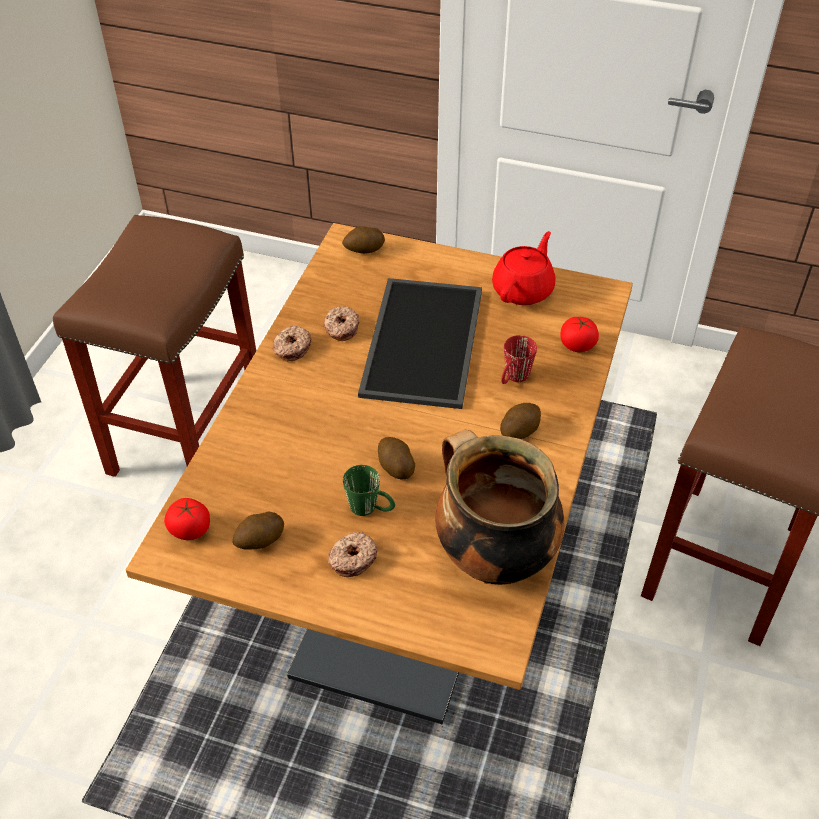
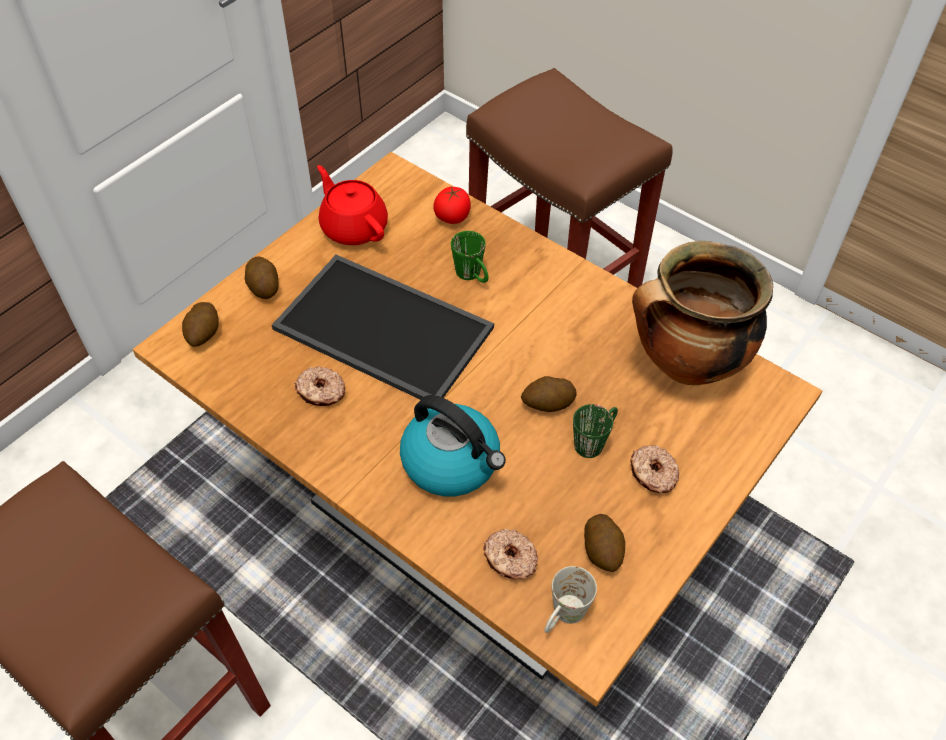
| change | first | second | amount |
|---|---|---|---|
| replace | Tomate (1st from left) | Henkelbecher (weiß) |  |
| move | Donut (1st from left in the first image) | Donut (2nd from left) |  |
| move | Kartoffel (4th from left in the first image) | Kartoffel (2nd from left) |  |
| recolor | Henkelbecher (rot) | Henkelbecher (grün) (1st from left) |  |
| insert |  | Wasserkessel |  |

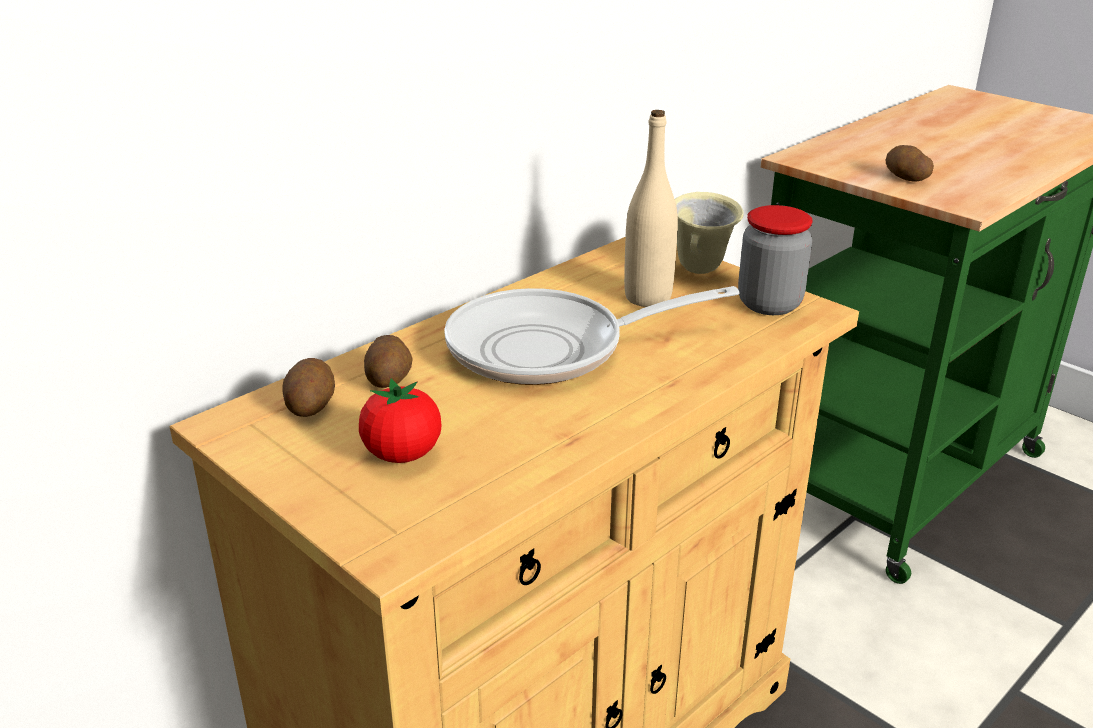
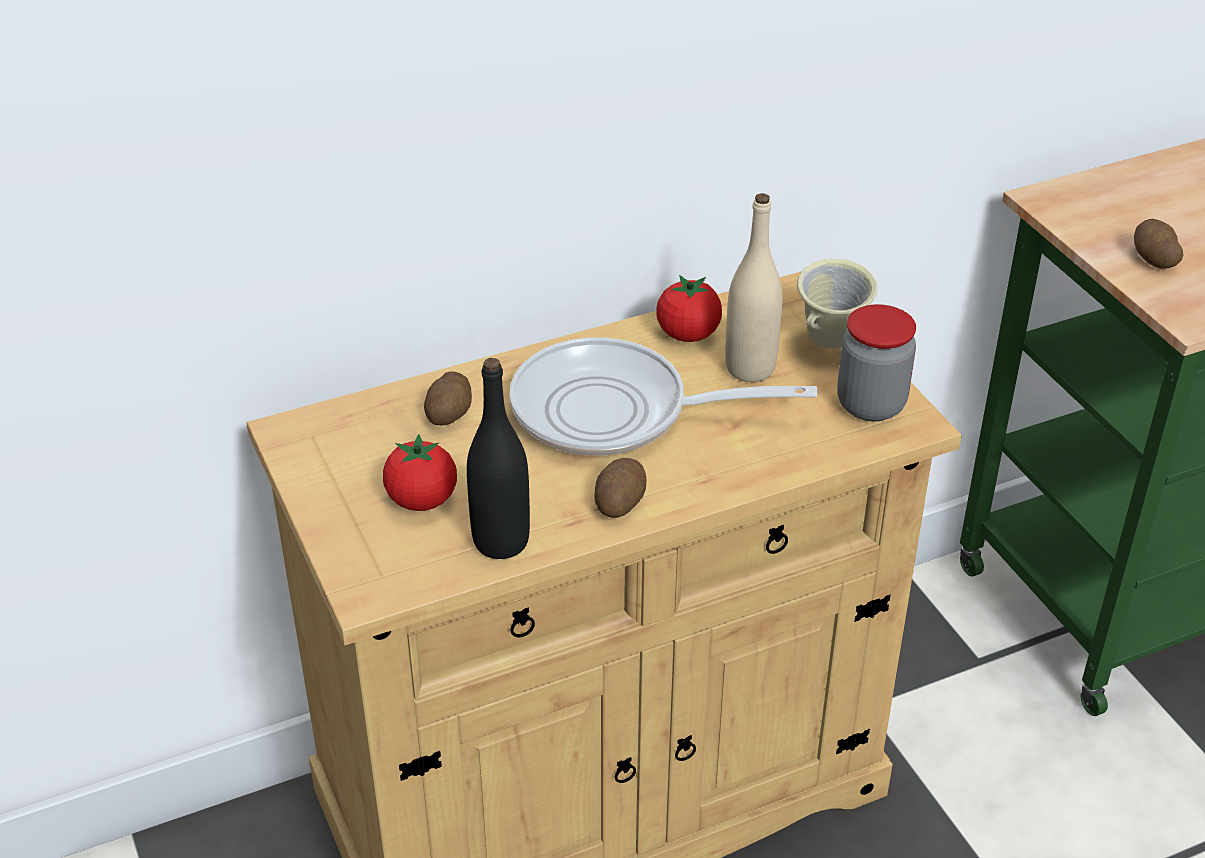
| change | first | second | amount |
|---|---|---|---|
| move | Kartoffel (1st from left in the first image) | Kartoffel (2nd from left) |  |
| insert |  | Flasche (schwarz) |  |
| insert |  | Tomate (2nd from left) |  |

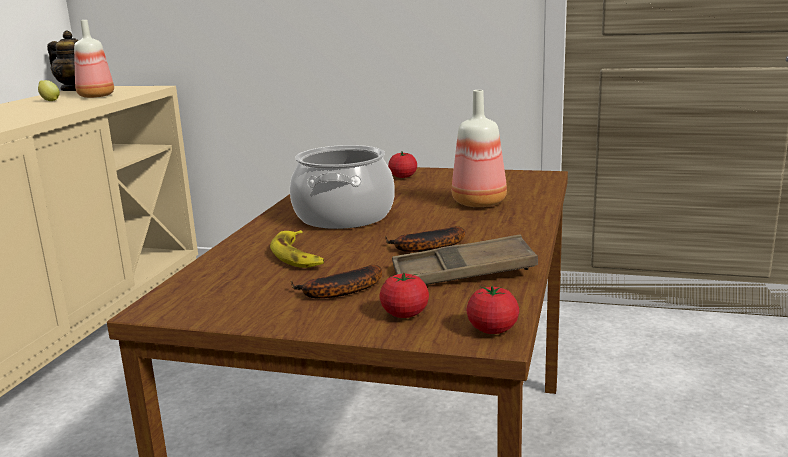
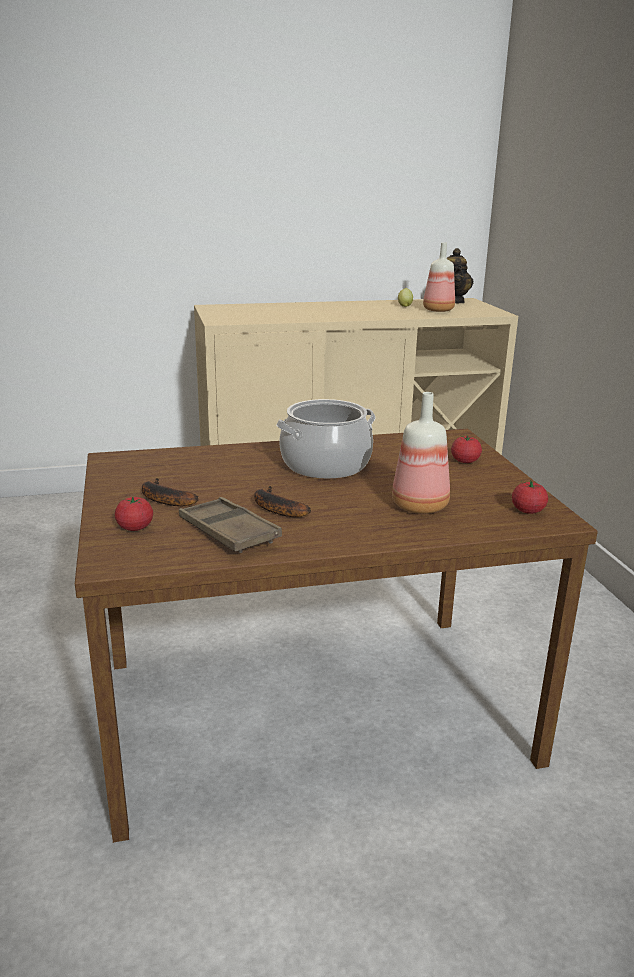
| change | first | second | amount |
|---|---|---|---|
| delete | Banane (1st from left) |  |  |
| move | Tomate (3rd from left) |  |  |

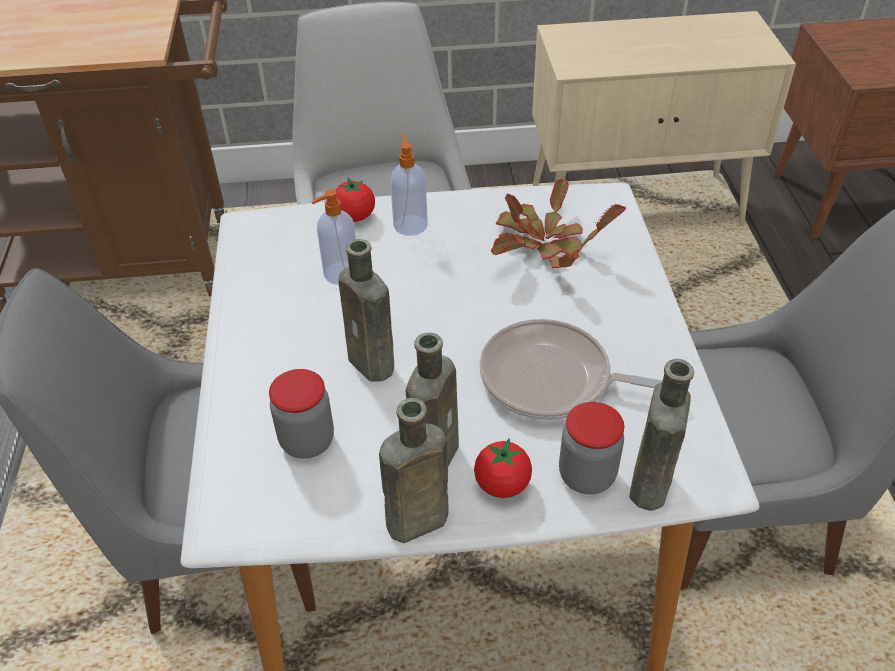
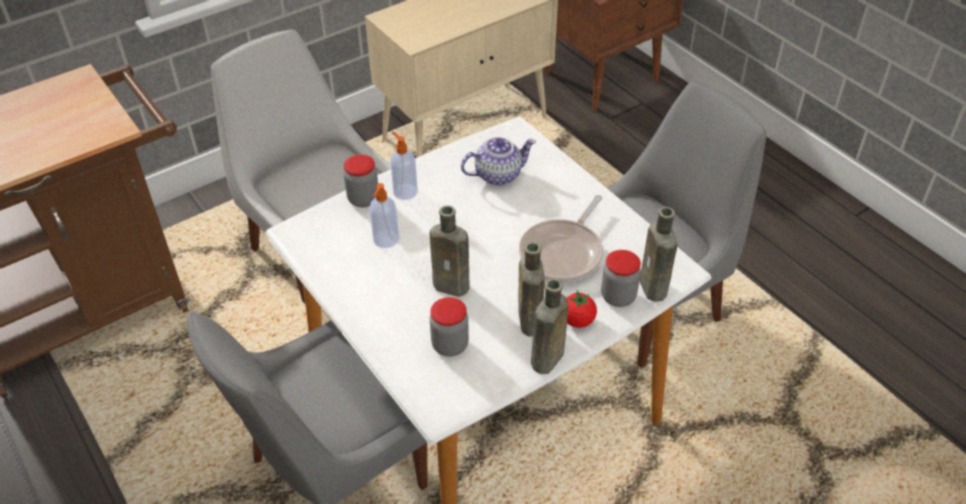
| change | first | second | amount |
|---|---|---|---|
| replace | Tomate (1st from left) | Vorratsglas (1st from left) |  |
| rotate | Pfanne |  | 45 degrees counterclockwise |
| replace | Topfpflanze | Teekanne |  |

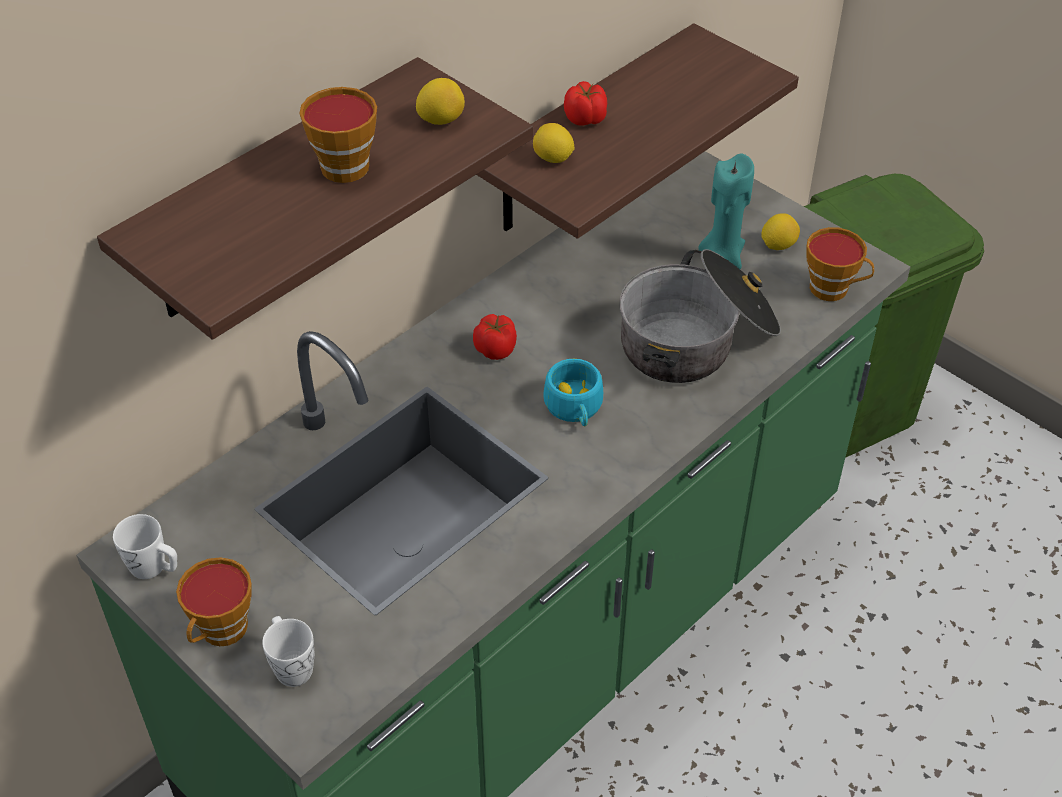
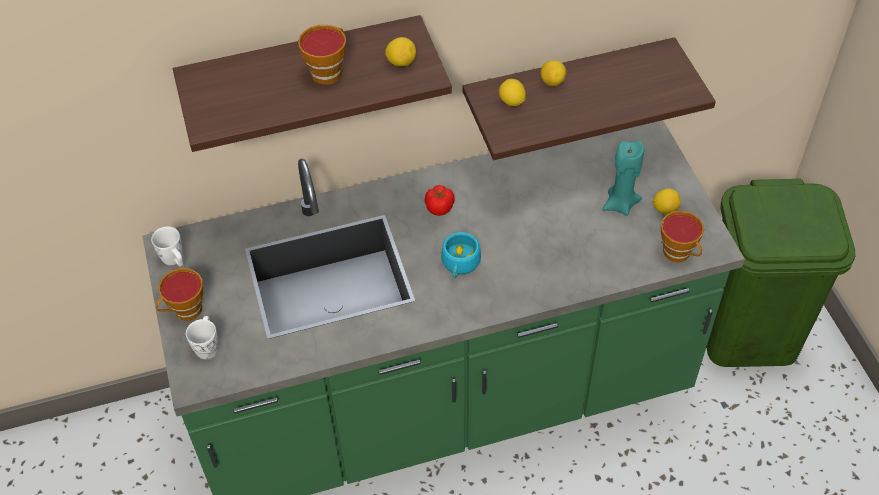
| change | first | second | amount |
|---|---|---|---|
| replace | Tomate (2nd from left) | Zitrone (3rd from left) |  |
| delete | Kochtopf |  |  |

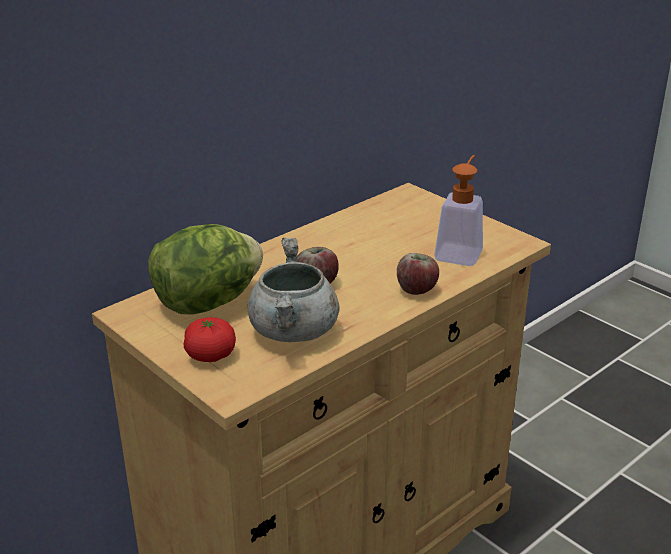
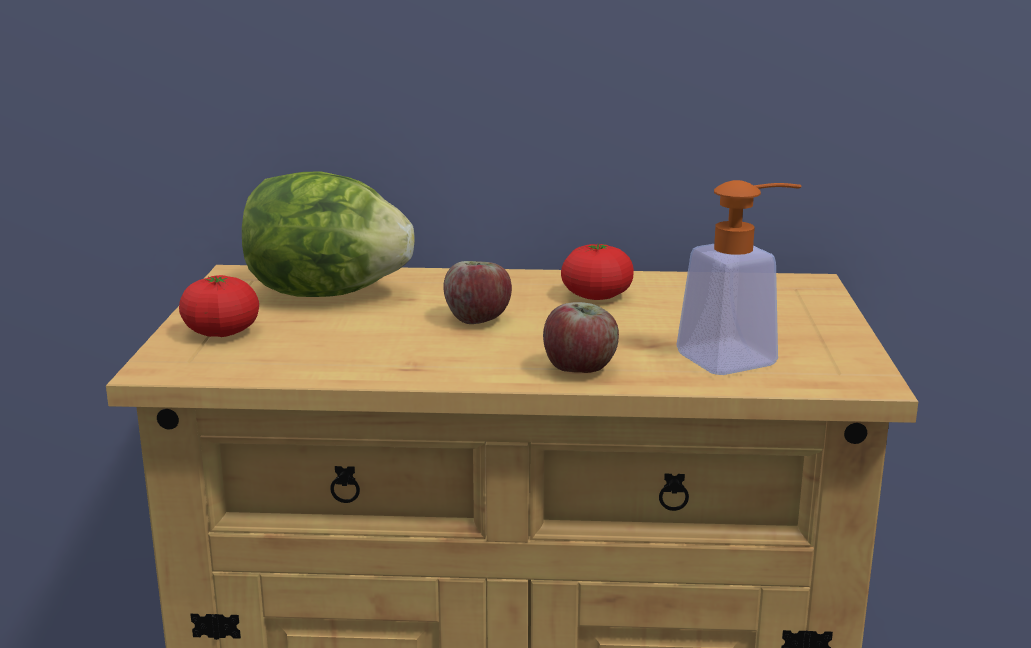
| change | first | second | amount |
|---|---|---|---|
| delete | Kochtopf (grau) |  |  |
| insert |  | Tomate (2nd from left) |  |

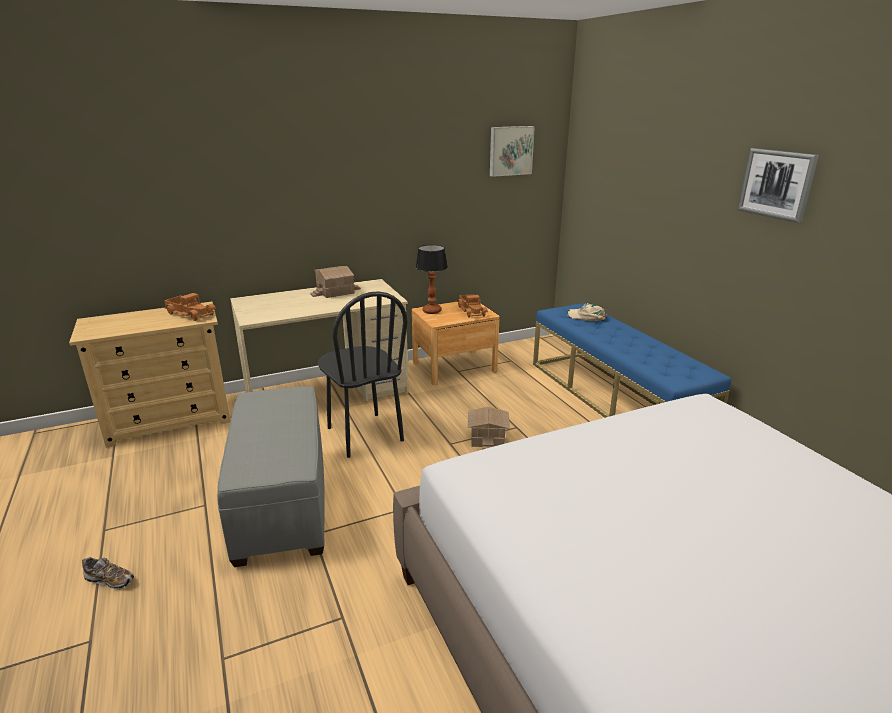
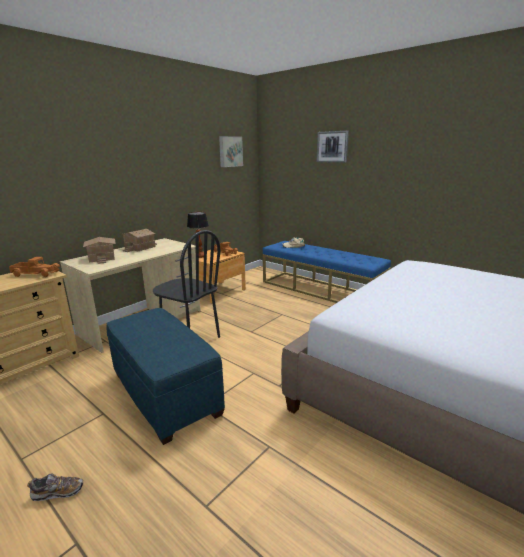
| change | first | second | amount |
|---|---|---|---|
| recolor | Polsterhocker (grau) | Polsterhocker (blau) |  |
| move | Spielzeughaus (2nd from left in the first image) | Spielzeughaus (1st from left) |  |
| move | Bild (2nd from left) |  |  |

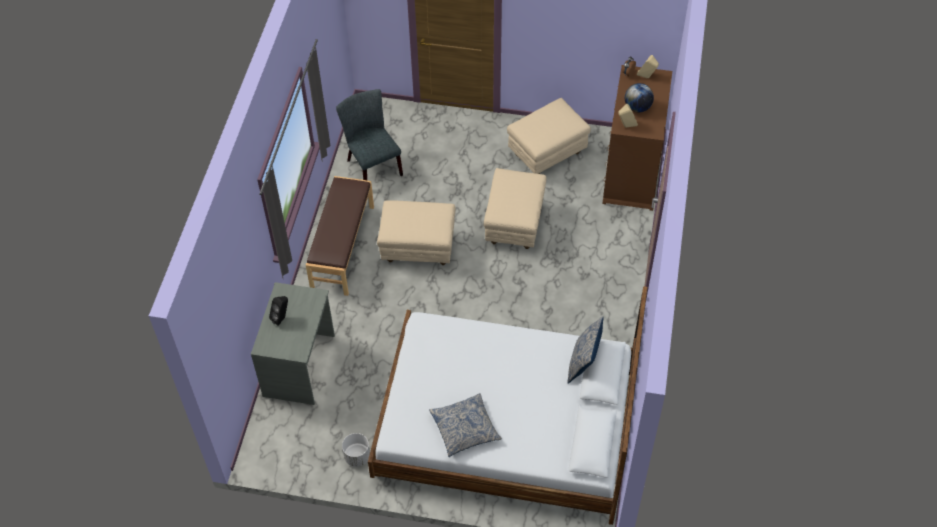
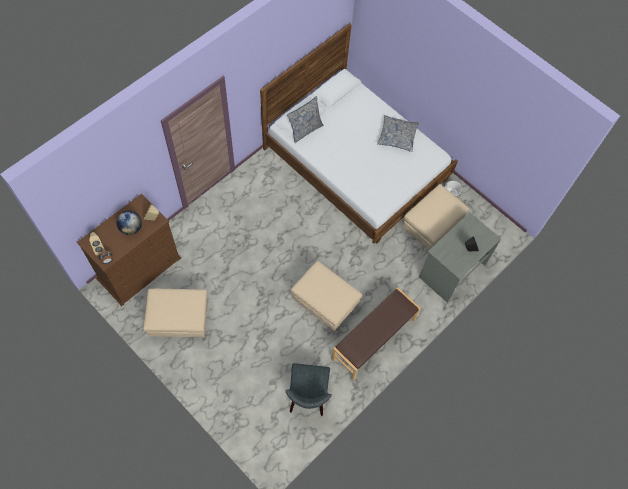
| change | first | second | amount |
|---|---|---|---|
| move | Polsterhocker (beige) (2nd from left in the first image) | Polsterhocker (beige) (3rd from left) |  |

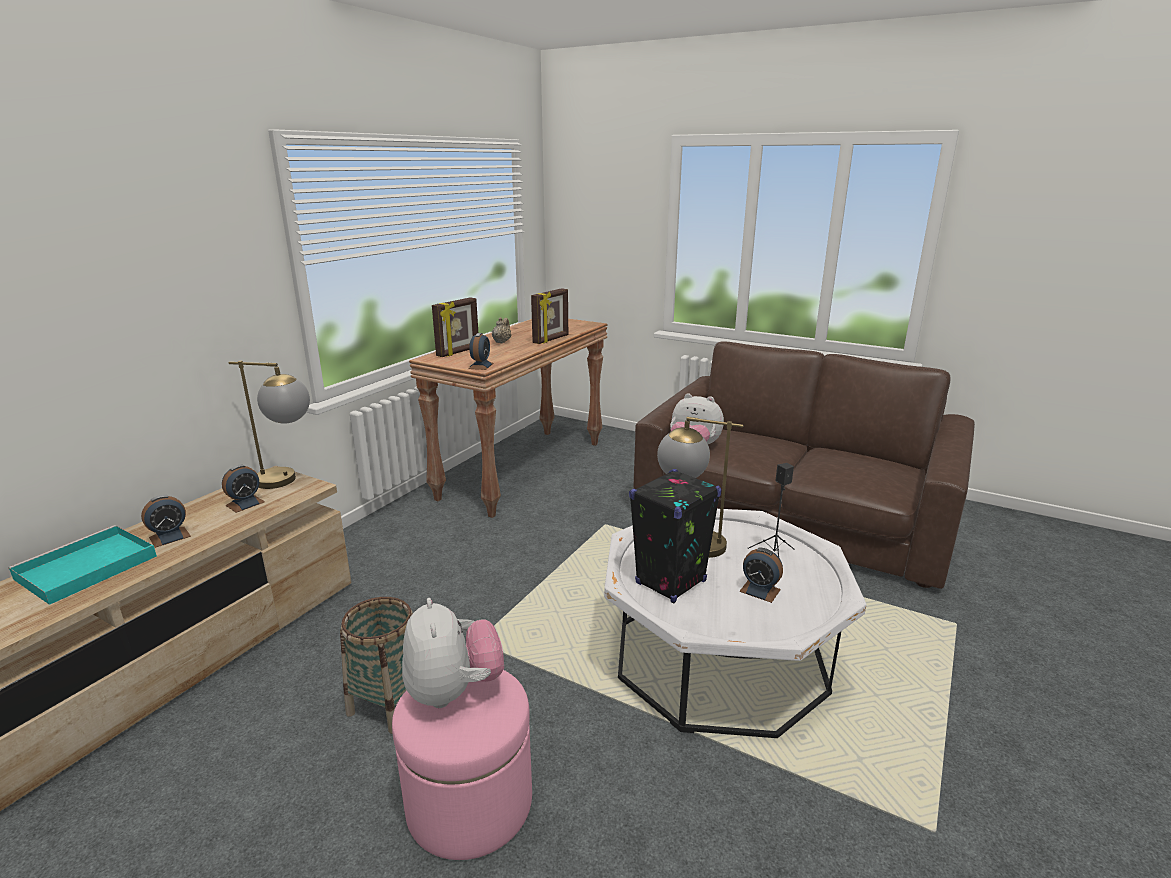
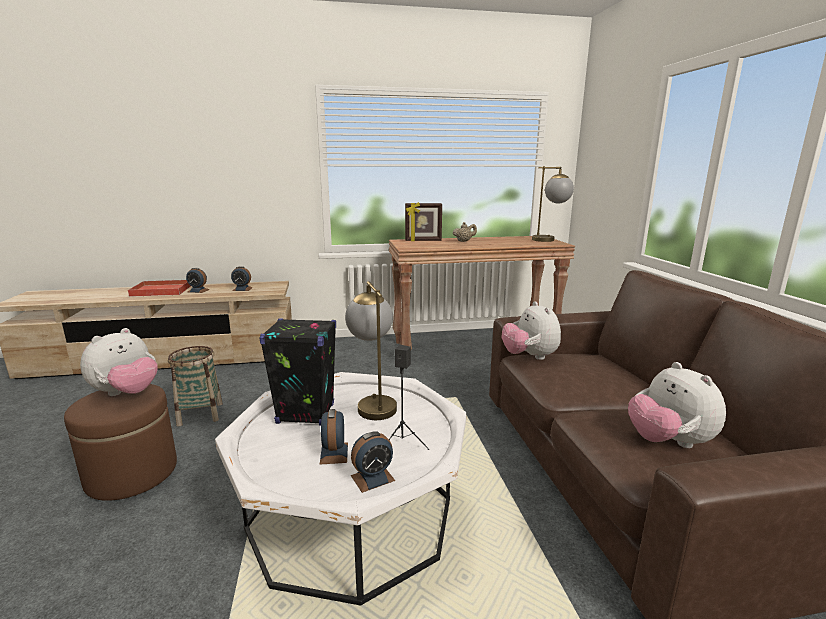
| change | first | second | amount |
|---|---|---|---|
| recolor | Tablett (türkis) | Tablett (rot) |  |
| move | Tischlampe (1st from left in the first image) | Tischlampe (2nd from left) |  |
| recolor | Polsterhocker (rosa) | Polsterhocker (braun) |  |
| move | Wecker (3rd from left in the first image) | Wecker (4th from left) |  |
| delete | Bilderrahmen (2nd from left) |  |  |
| insert |  | Plüschtier (3rd from left) |  |

